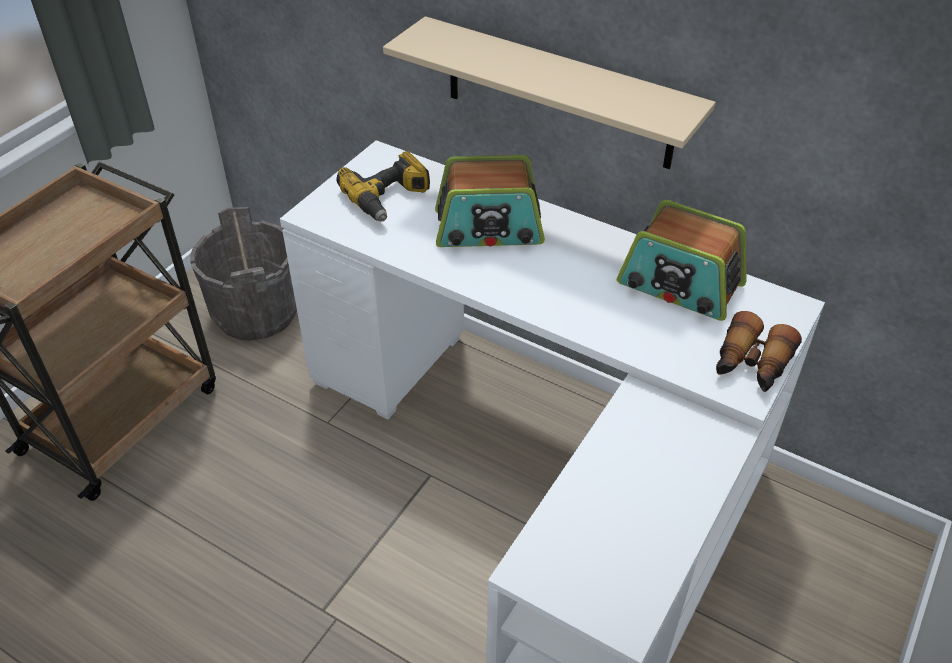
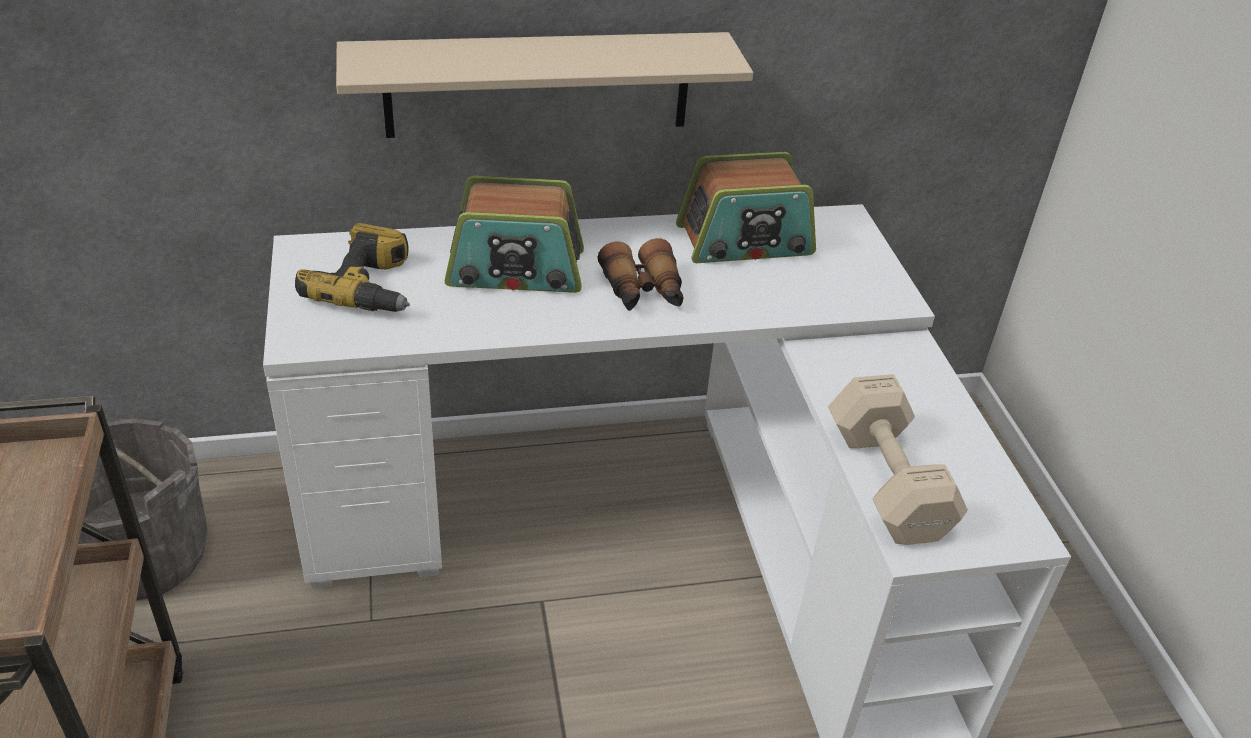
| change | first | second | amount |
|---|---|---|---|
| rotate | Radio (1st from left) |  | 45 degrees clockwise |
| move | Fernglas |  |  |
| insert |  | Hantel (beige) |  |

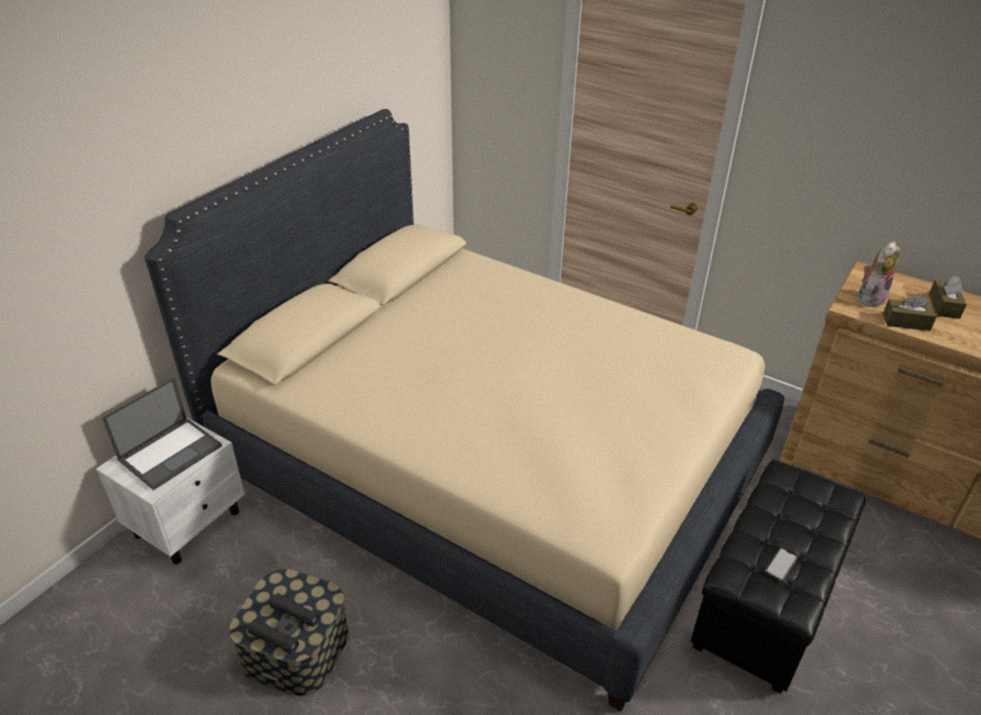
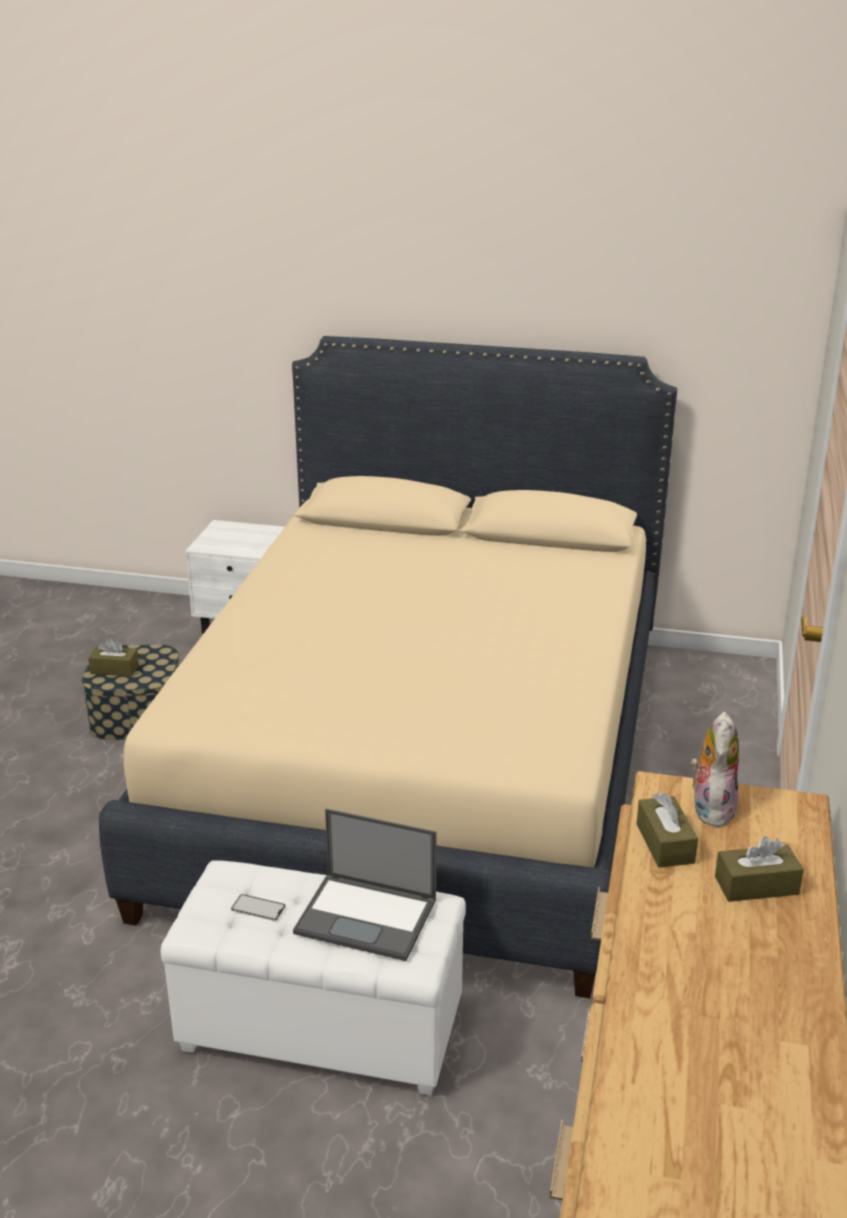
| change | first | second | amount |
|---|---|---|---|
| move | Laptop |  |  |
| replace | Fernglas (schwarz) | Taschentuchbox (braun) (1st from left) |  |
| recolor | Polsterhocker (schwarz) | Polsterhocker (weiß) |  |
| rotate | Plüschtier |  | 105 degrees counterclockwise |

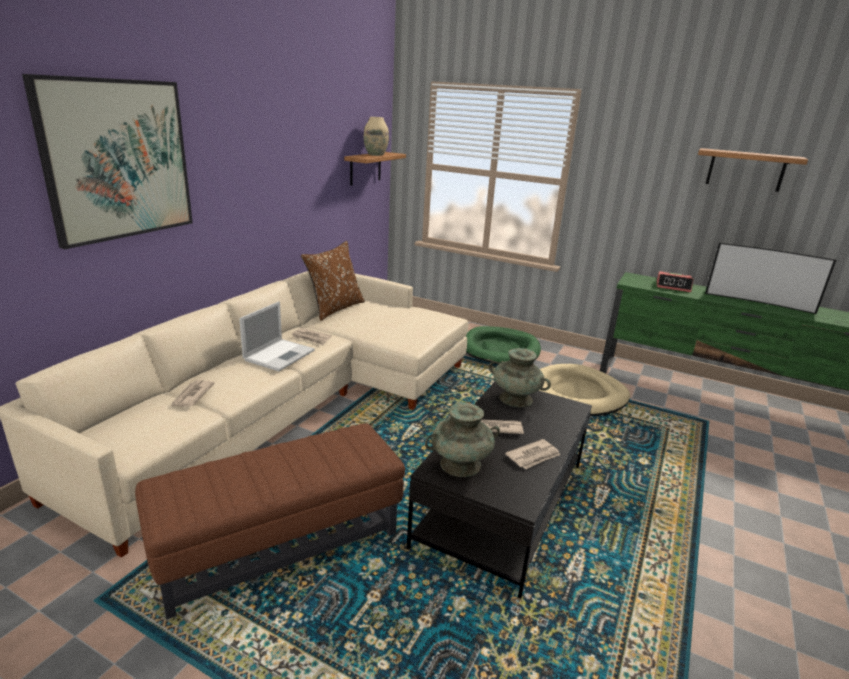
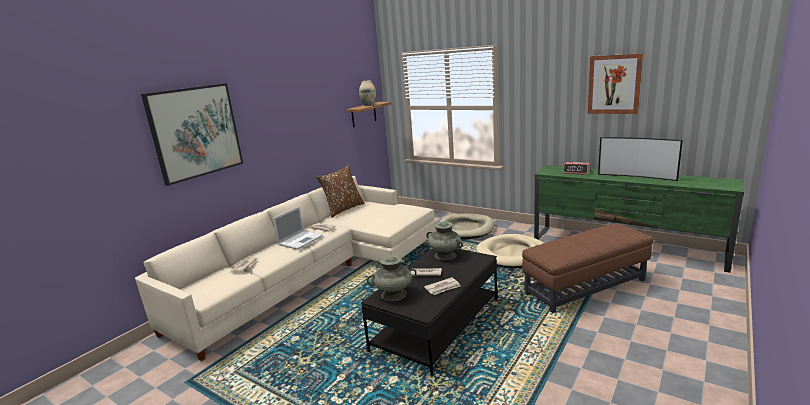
| change | first | second | amount |
|---|---|---|---|
| move | Polsterhocker (braun) |  |  |
| recolor | Hundebett (grün) | Hundebett (beige) (1st from left) |  |
| replace | Wandregal (2nd from left) | Bild (2nd from left) |  |

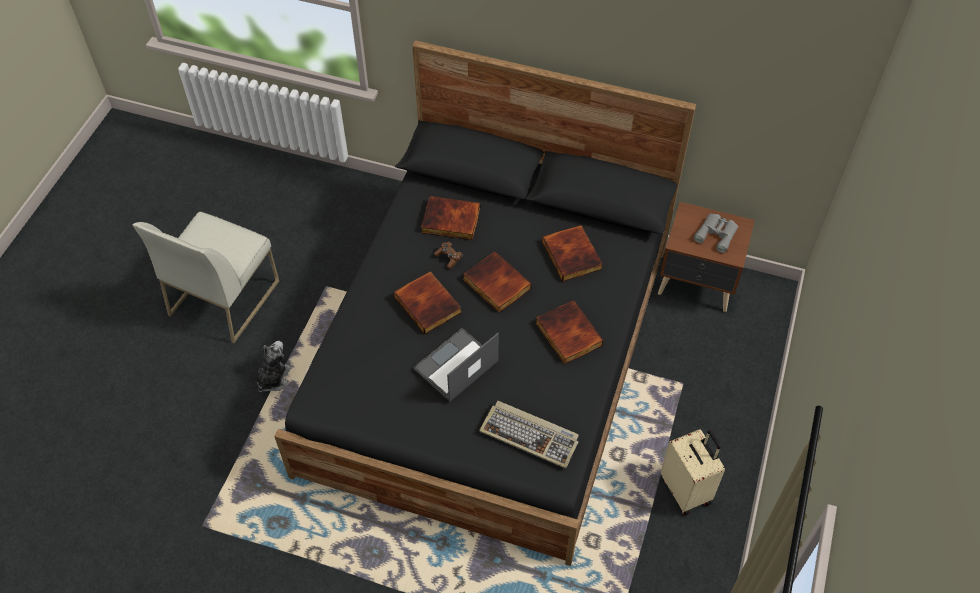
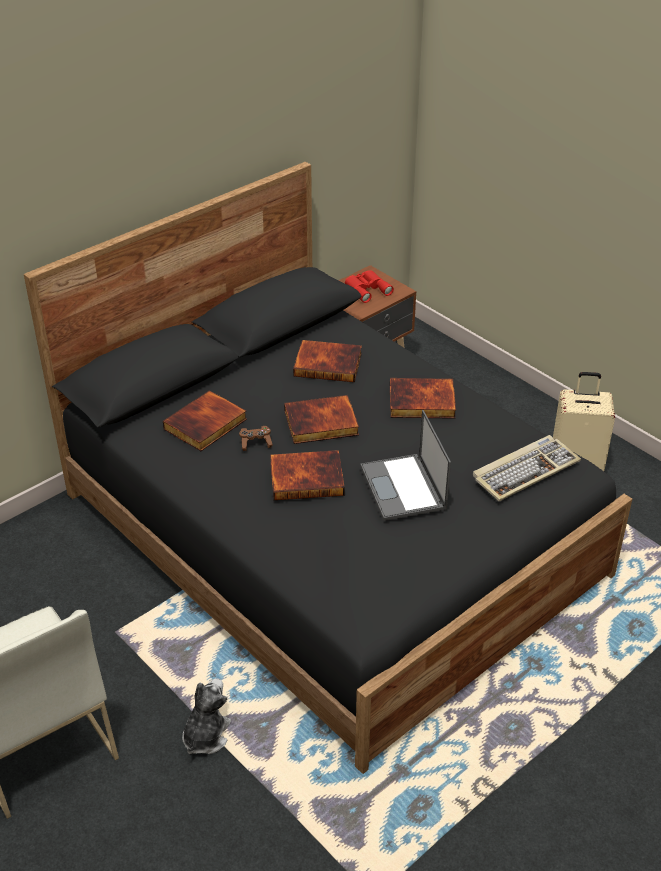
| change | first | second | amount |
|---|---|---|---|
| rotate | Plüschtier |  | 60 degrees clockwise |
| recolor | Fernglas (grau) | Fernglas (rot) |  |

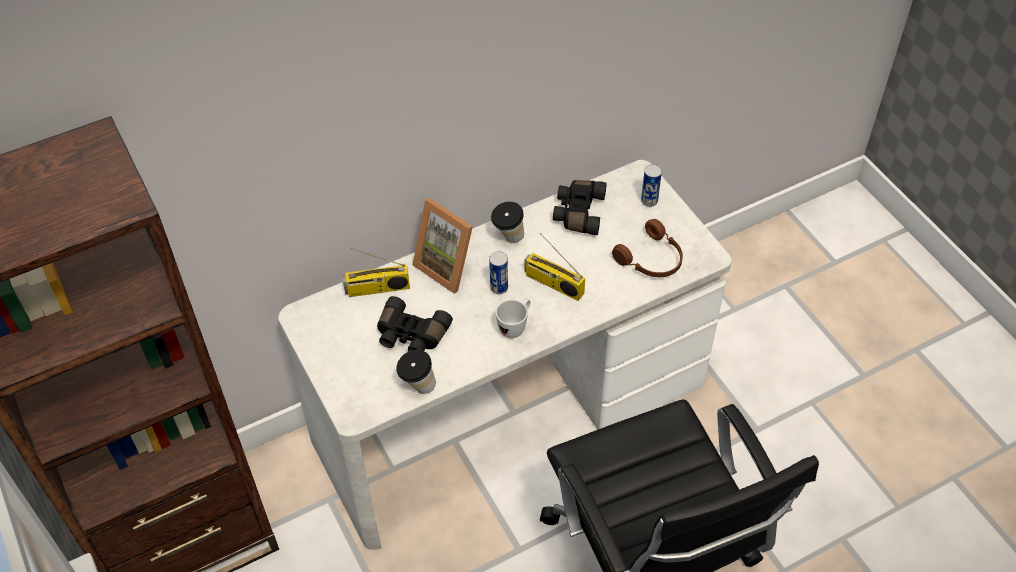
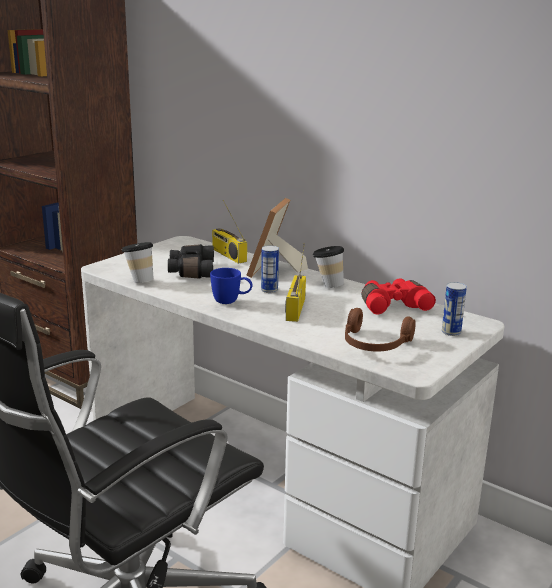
| change | first | second | amount |
|---|---|---|---|
| recolor | Henkelbecher (weiß) | Henkelbecher (blau) |  |
| recolor | Fernglas (schwarz) (2nd from left) | Fernglas (rot) |  |

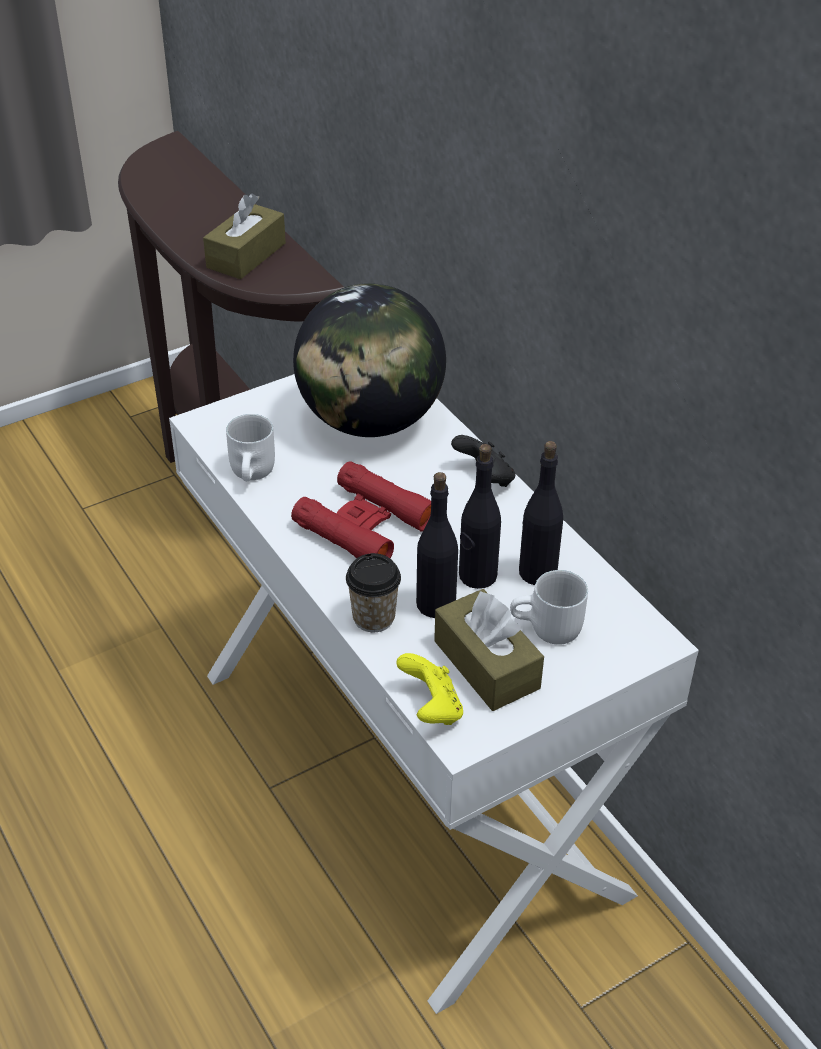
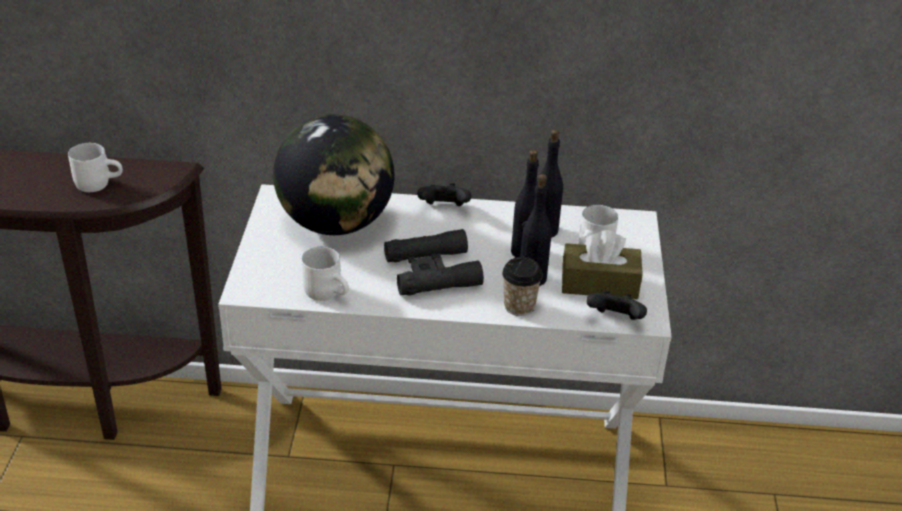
| change | first | second | amount |
|---|---|---|---|
| replace | Taschentuchbox (braun) (1st from left) | Henkelbecher (weiß) (1st from left) |  |
| recolor | Fernglas (rot) | Fernglas (schwarz) |  |
| recolor | Gamepad (gelb) | Gamepad (schwarz) (2nd from left) |  |

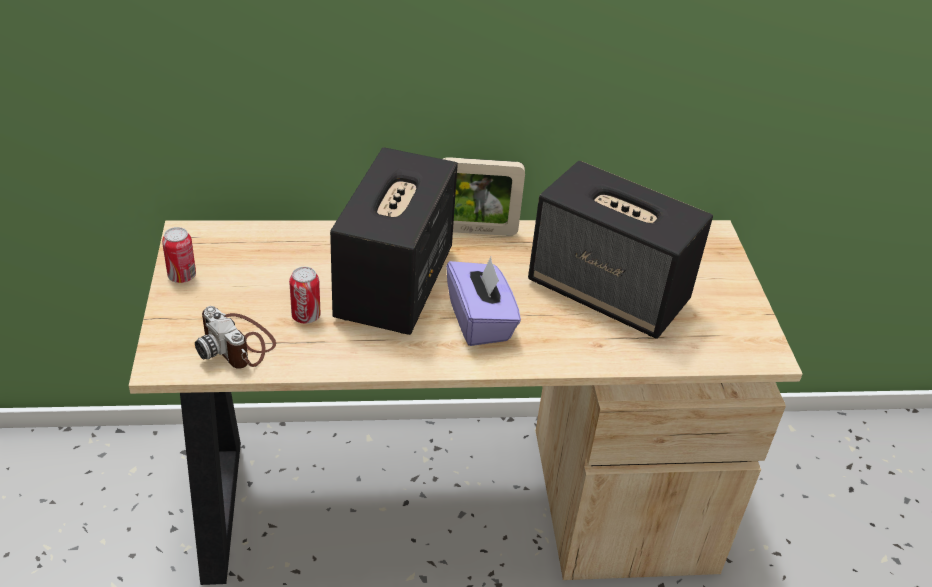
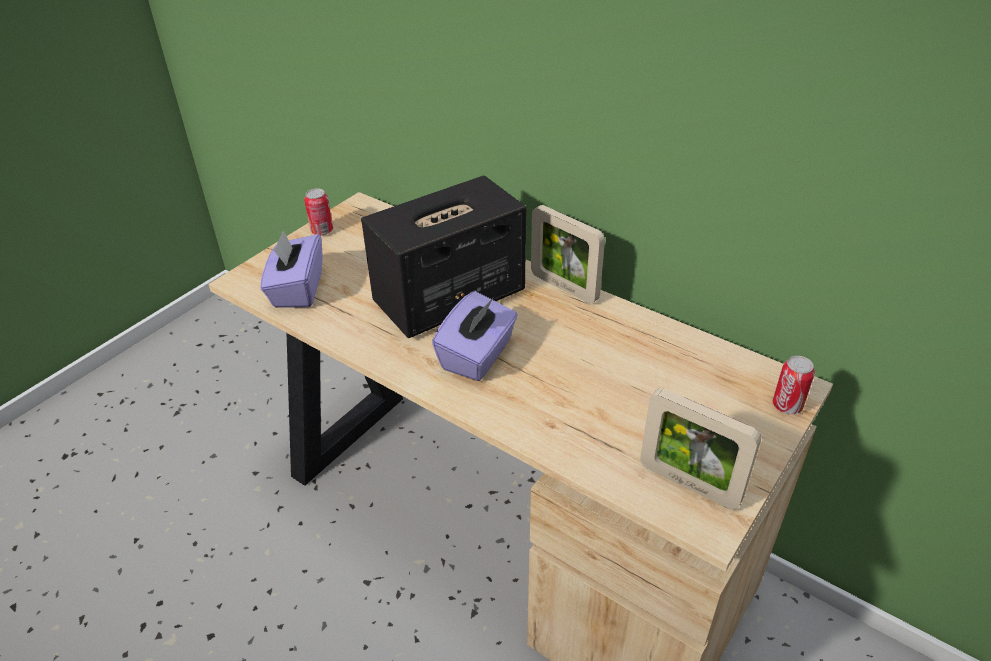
| change | first | second | amount |
|---|---|---|---|
| replace | Kamera | Taschentuchbox (lila) (1st from left) |  |
| move | Dose (2nd from left) |  |  |
| delete | Lautsprecher (2nd from left) |  |  |
| insert |  | Bilderrahmen (2nd from left) |  |

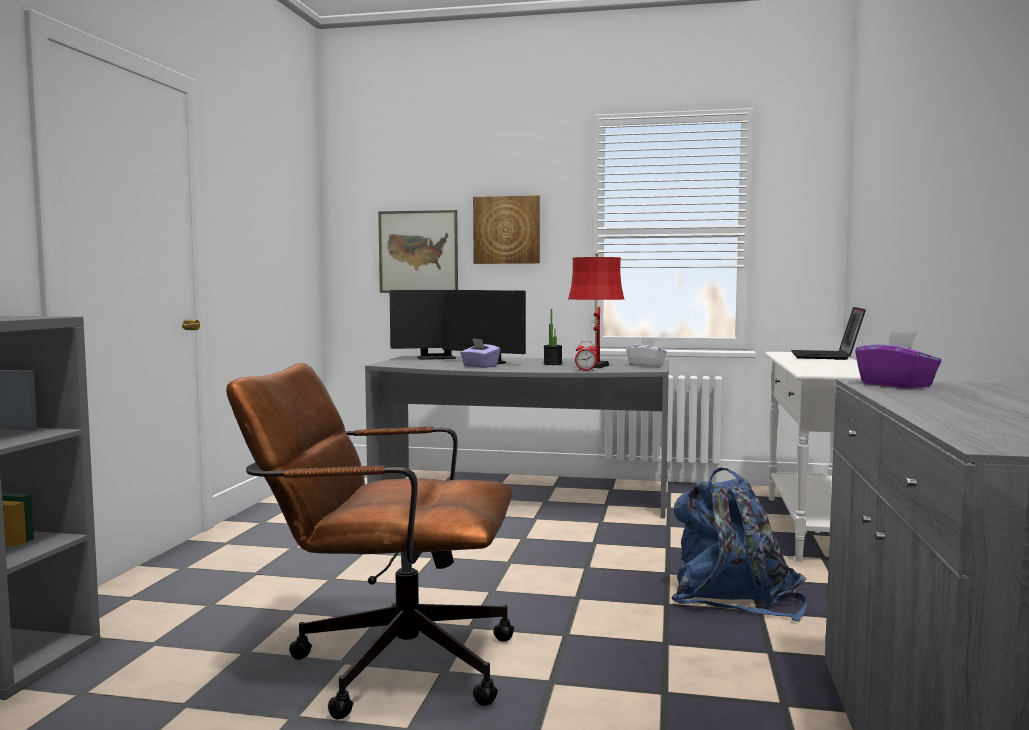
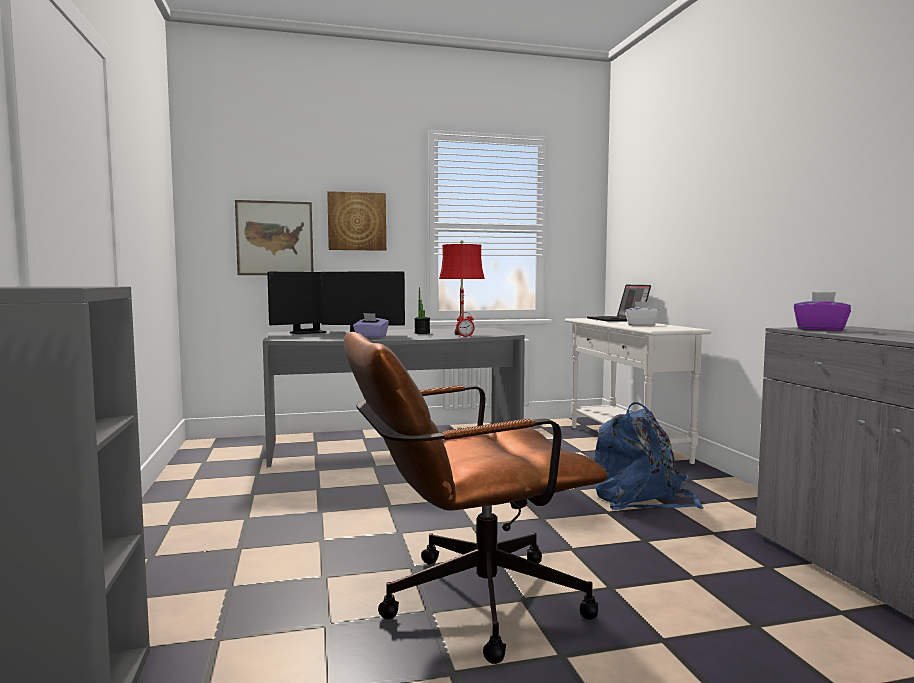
| change | first | second | amount |
|---|---|---|---|
| move | Taschentuchbox (weiß) |  |  |

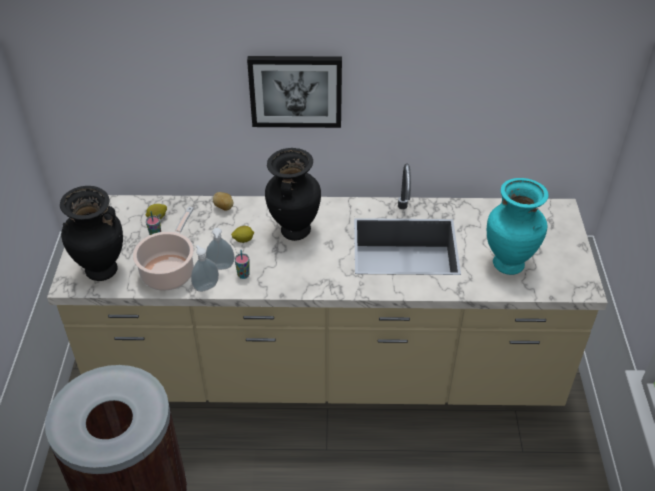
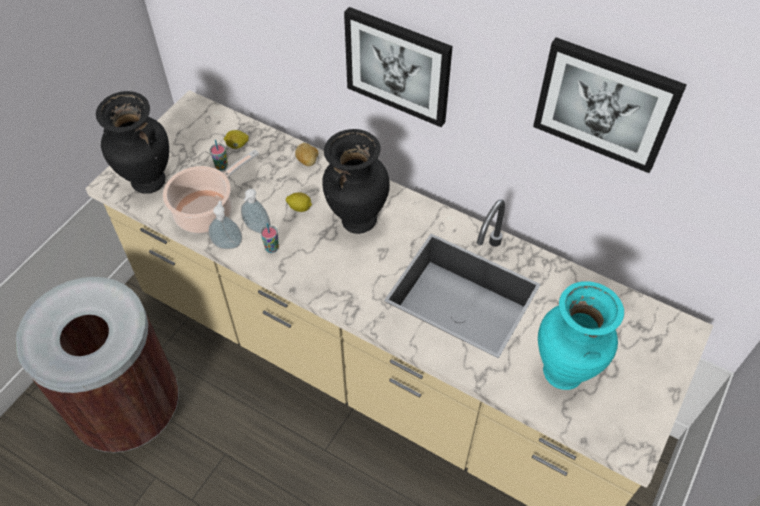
| change | first | second | amount |
|---|---|---|---|
| insert |  | Bild (2nd from left) |  |

